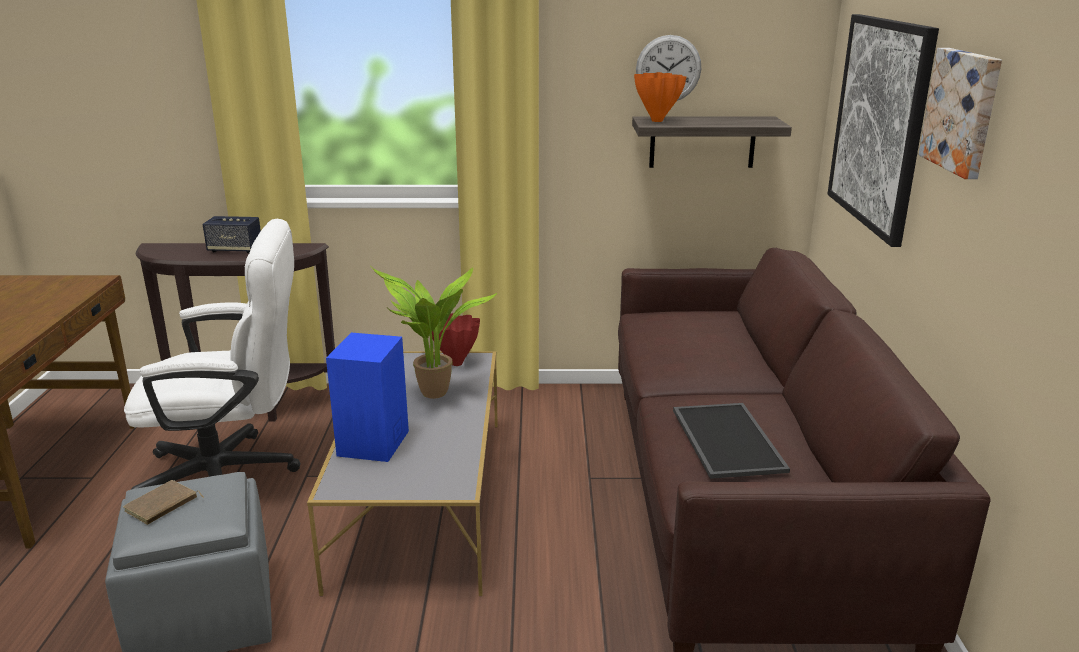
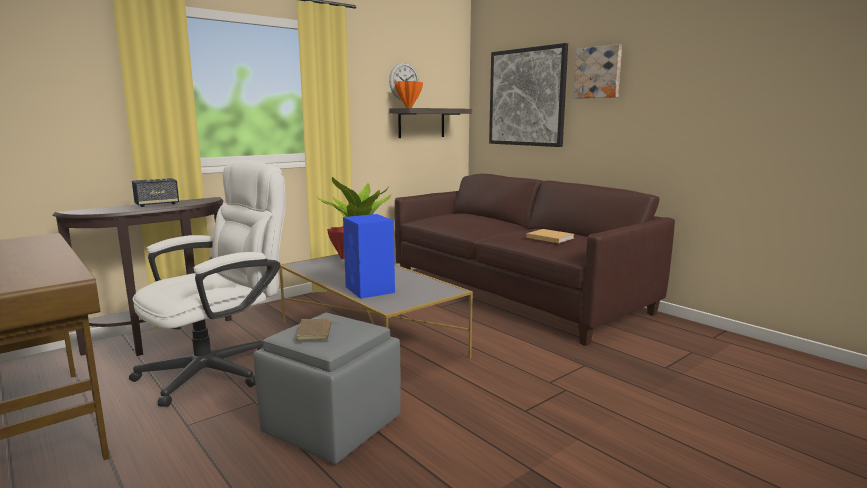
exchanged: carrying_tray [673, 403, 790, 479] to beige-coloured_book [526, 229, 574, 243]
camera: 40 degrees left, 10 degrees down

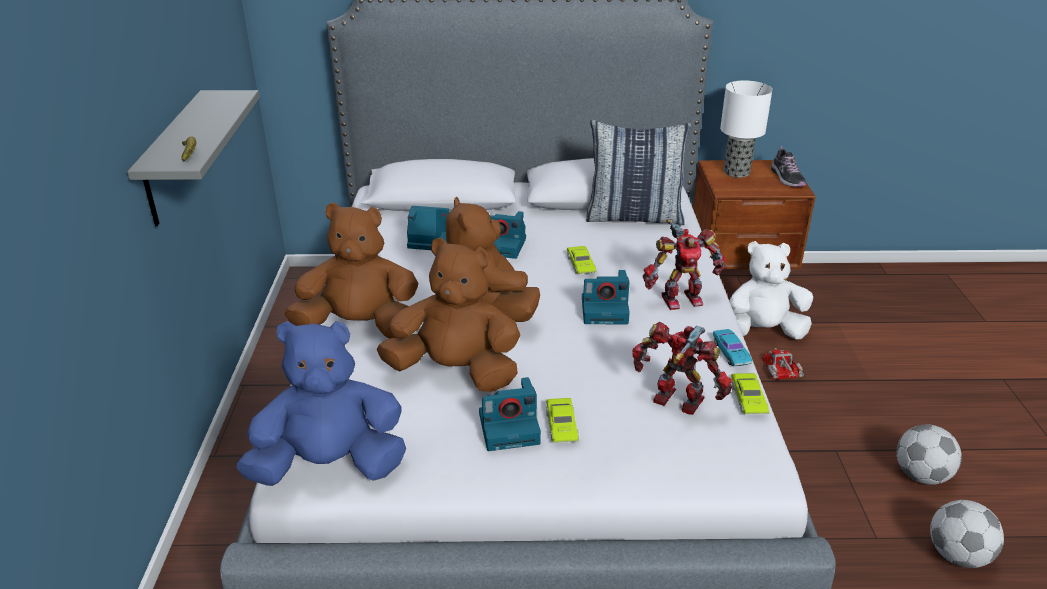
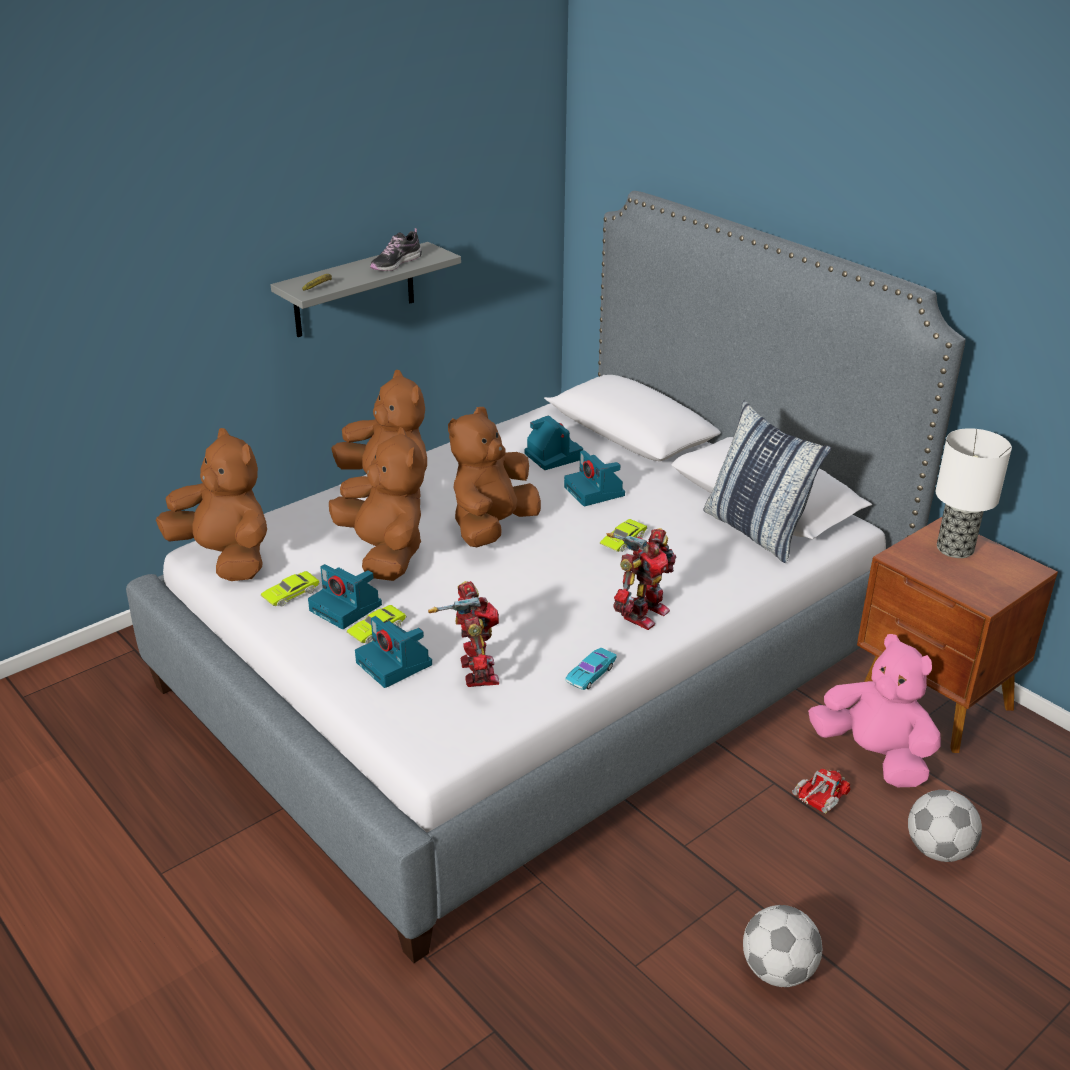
relocated: greenish_model_car [731, 373, 769, 414] to [261, 571, 320, 606]; photo_camera [582, 270, 630, 324] to [355, 616, 432, 688]; item_of_footwear [771, 146, 806, 187] to [370, 228, 422, 271]; football [930, 500, 1004, 568] to [908, 790, 982, 862]
colour: bluish_cuddly_toy [237, 321, 406, 486] to brown_cuddly_toy [156, 428, 267, 581]; white_cuddly_toy [729, 241, 813, 340] to pink-coloured_cuddly_toy [808, 634, 941, 787]
spun: model_robot [643, 219, 726, 310] = [606, 528, 677, 630] 90 degrees counterclockwise
camera: 50 degrees right, 0 degrees up

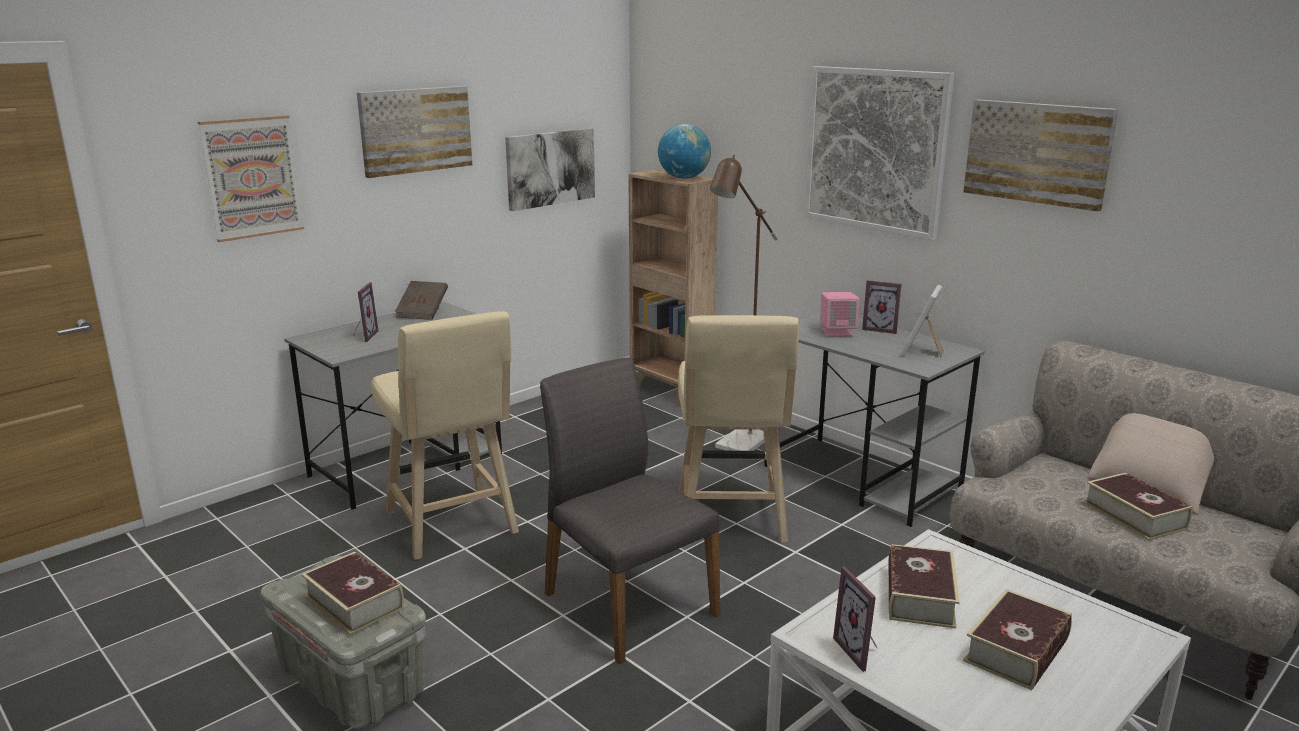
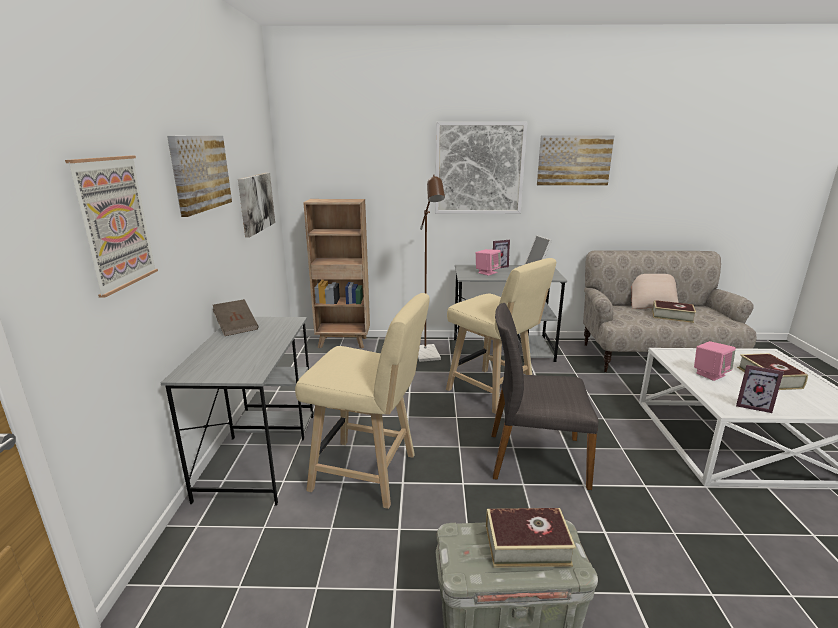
missing: standing_frame [353, 282, 378, 342]; world_globe [658, 124, 711, 179]
exchanged: book [889, 544, 960, 628] to pink-coloured_audio_speaker [694, 341, 736, 381]
camera: 45 degrees left, 0 degrees up

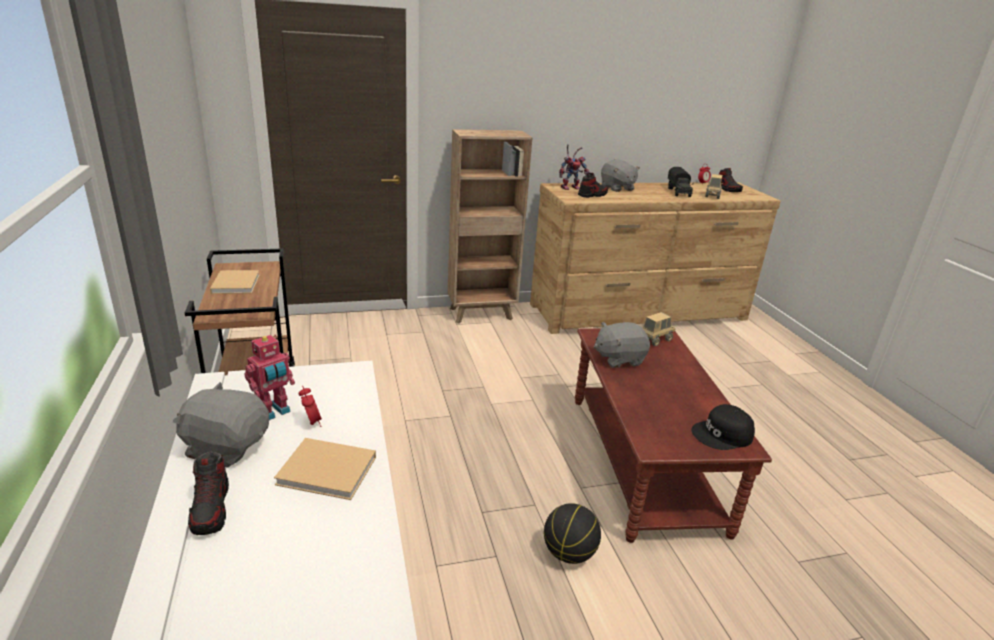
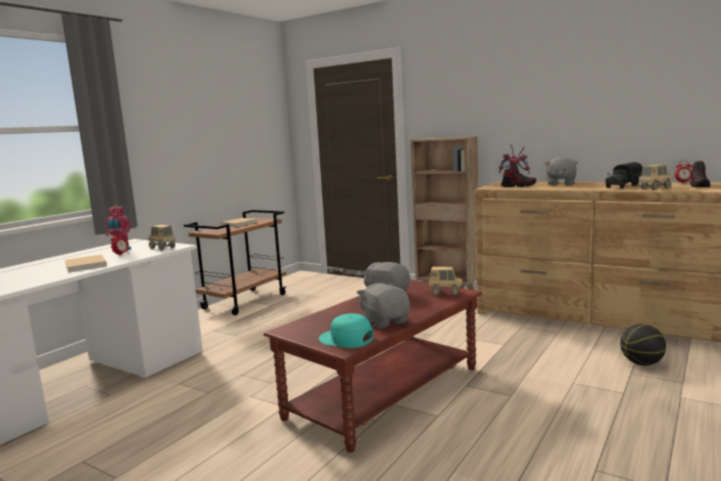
missing: item_of_footwear [188, 451, 229, 535]
appeared: model_truck [148, 225, 176, 250]
relocated: grey_cuddly_toy [173, 382, 269, 468] to [357, 283, 410, 329]; ball_for_basketball [544, 503, 601, 564] to [620, 324, 666, 366]
colour: black_cap [691, 404, 755, 450] to turquoise-coloured_cap [319, 314, 374, 348]
camera: 50 degrees right, 15 degrees down

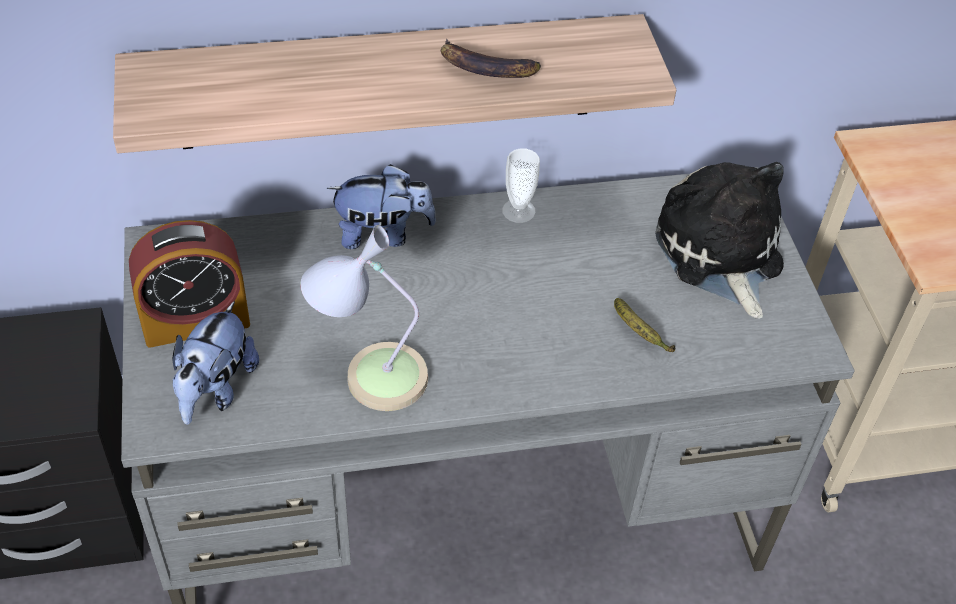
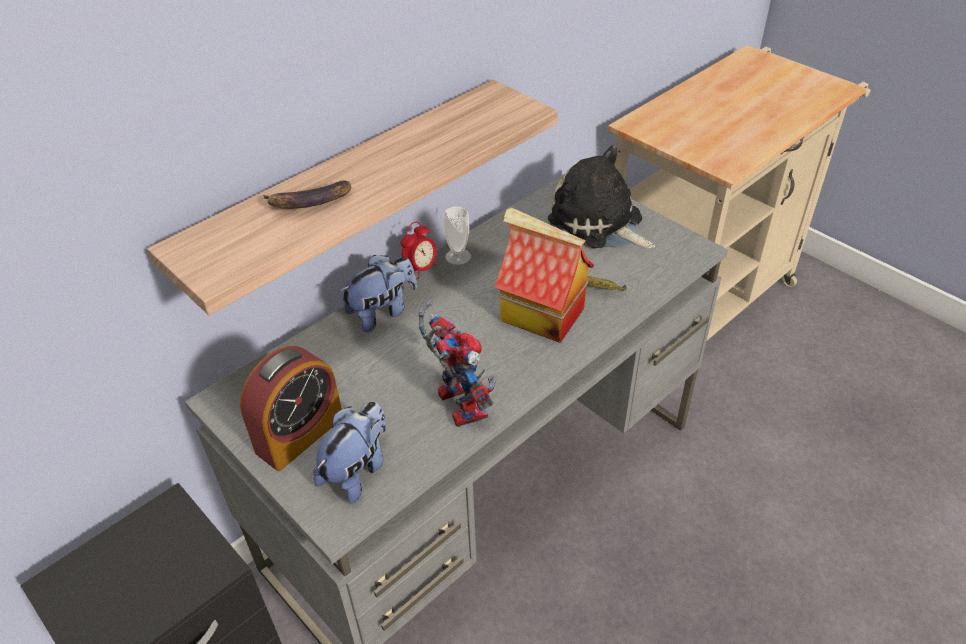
appeared: alarm_clock [401, 221, 436, 279]; miniature_house [495, 208, 594, 343]
relocated: banana [441, 39, 541, 78] to [263, 181, 351, 209]
exchanged: lamp_for_a_table [301, 225, 428, 411] to model_robot [418, 300, 496, 427]
spun: cuddly_toy [172, 301, 259, 425] = [313, 401, 387, 504] 135 degrees counterclockwise
camera: 30 degrees left, 5 degrees down

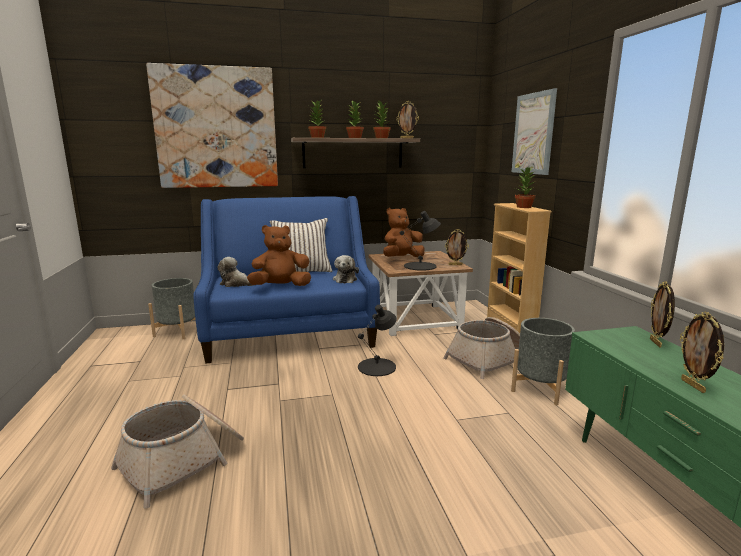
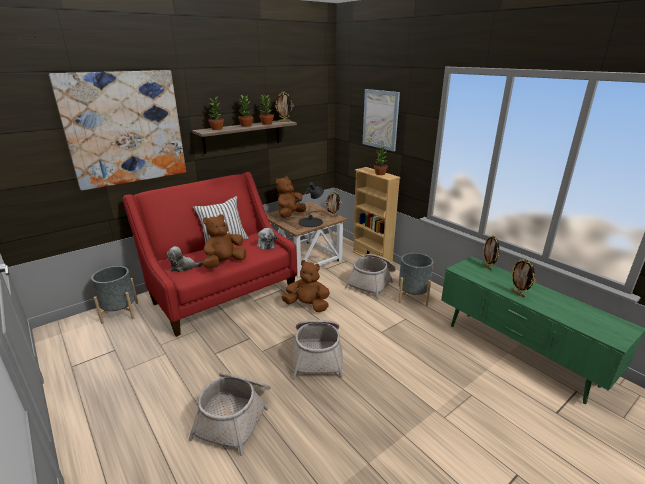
appeared: household_basket [292, 320, 343, 379]
exchanged: black_lamp_for_a_table [358, 305, 397, 376] to brown_cuddly_toy [282, 260, 330, 312]
colour: bluish_couch [193, 196, 380, 363] to red-coloured_couch [123, 172, 297, 337]
camera: 25 degrees left, 10 degrees up

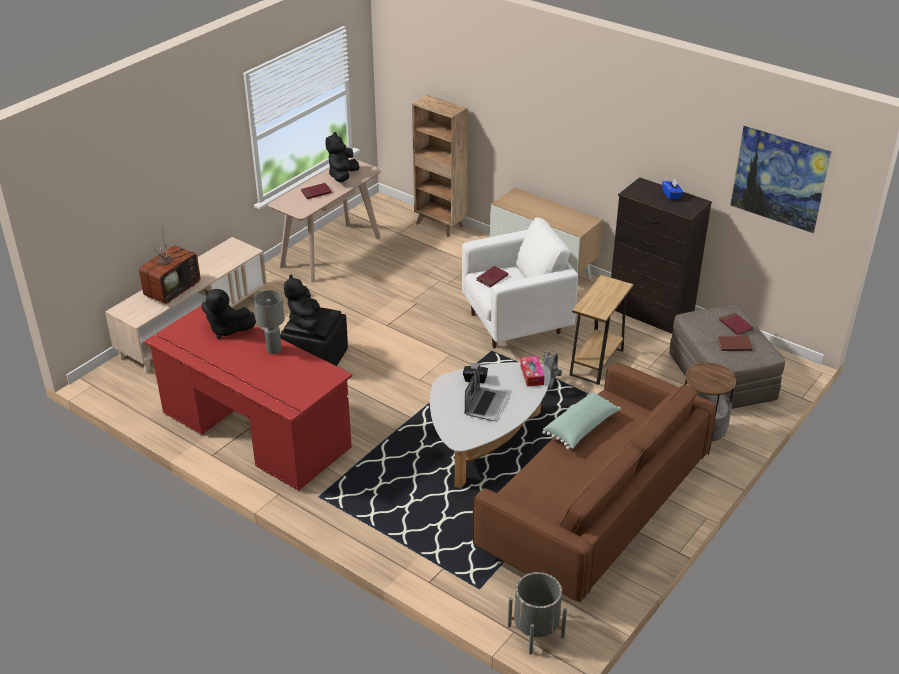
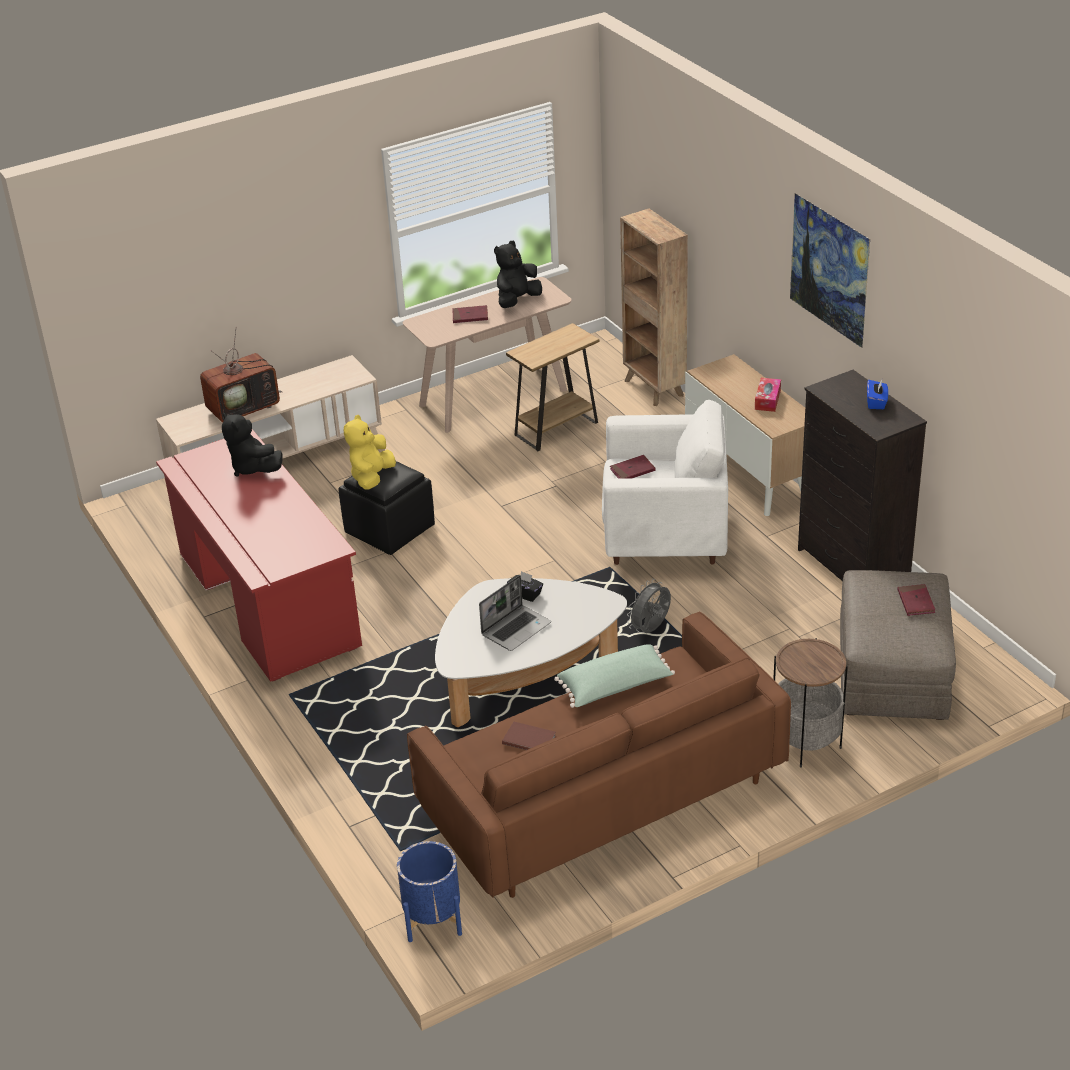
missing: grey_lamp_for_a_table [254, 290, 285, 354]
relocated: brown_book [717, 336, 753, 351] to [502, 721, 556, 750]; brown_end_table [570, 275, 633, 385] to [506, 323, 599, 451]; box_of_tissues [520, 356, 544, 387] to [755, 378, 781, 412]; picture [730, 126, 832, 233] to [790, 193, 870, 348]
colour: black_cuddly_toy [284, 275, 320, 330] to yellow-coloured_cuddly_toy [344, 415, 396, 490]; grey_plant_pot [508, 572, 567, 654] to bluish_plant_pot [397, 841, 462, 942]
camera: 25 degrees right, 0 degrees up

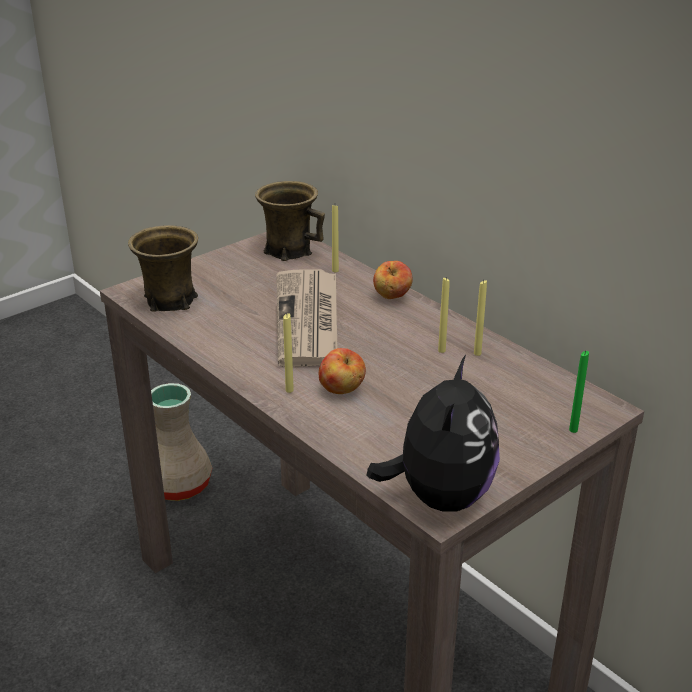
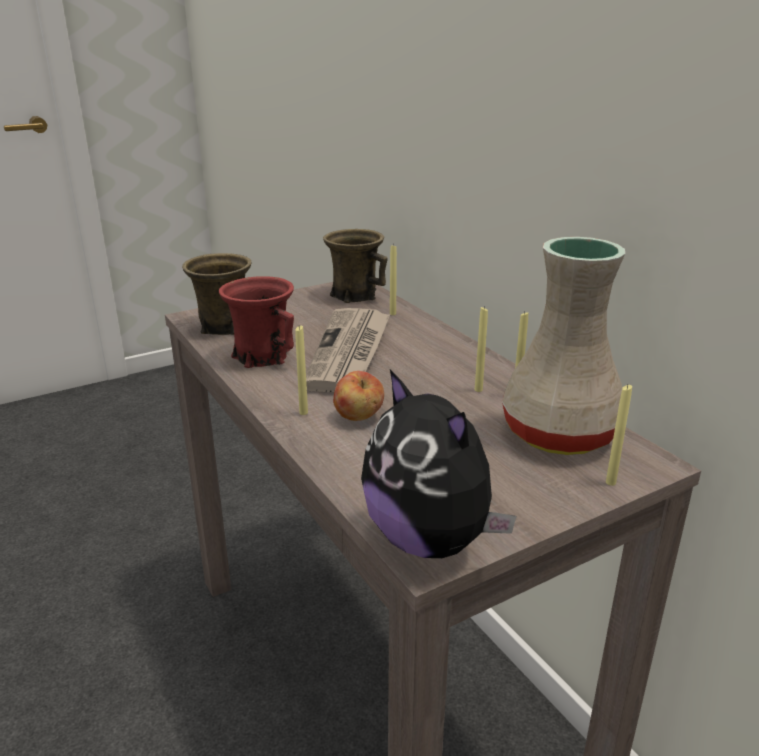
missing: apple [373, 261, 413, 299]
appeared: red-coloured_mug [219, 276, 294, 368]
relocated: beige-coloured_vase [151, 383, 212, 501] to [502, 237, 625, 455]
colour: greenish_wax_light [569, 351, 589, 433] to yellow-coloured_wax_light [606, 385, 632, 486]
spun: cuddly_toy [366, 355, 500, 512] = [361, 369, 517, 558] 120 degrees clockwise
camera: 10 degrees right, 5 degrees down

